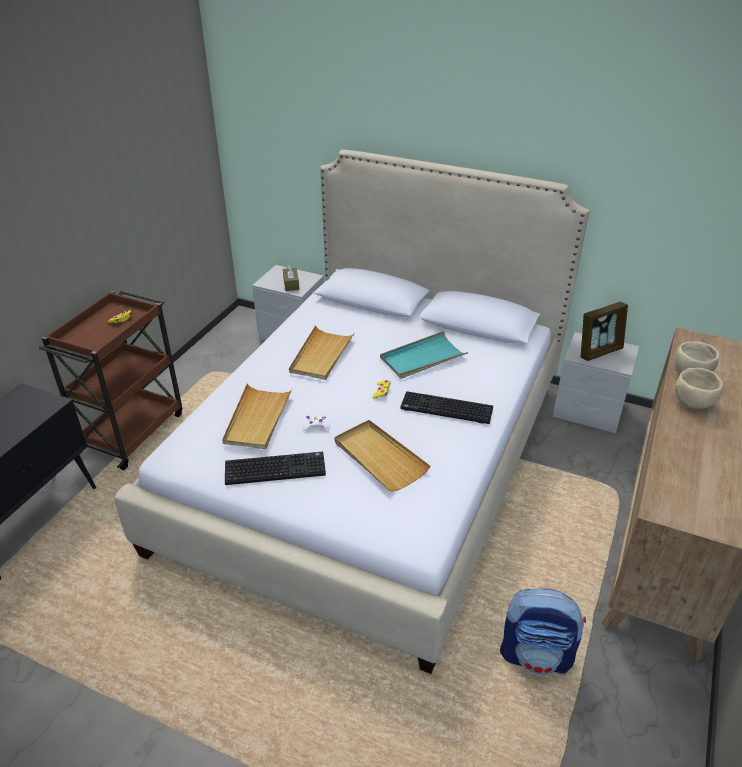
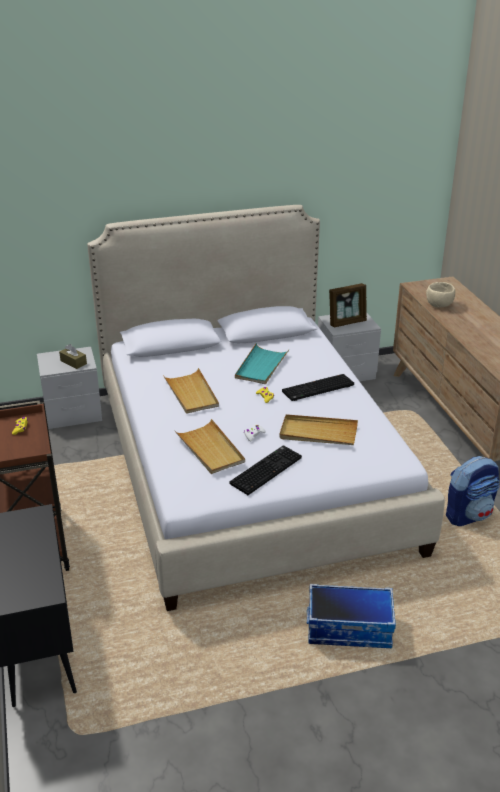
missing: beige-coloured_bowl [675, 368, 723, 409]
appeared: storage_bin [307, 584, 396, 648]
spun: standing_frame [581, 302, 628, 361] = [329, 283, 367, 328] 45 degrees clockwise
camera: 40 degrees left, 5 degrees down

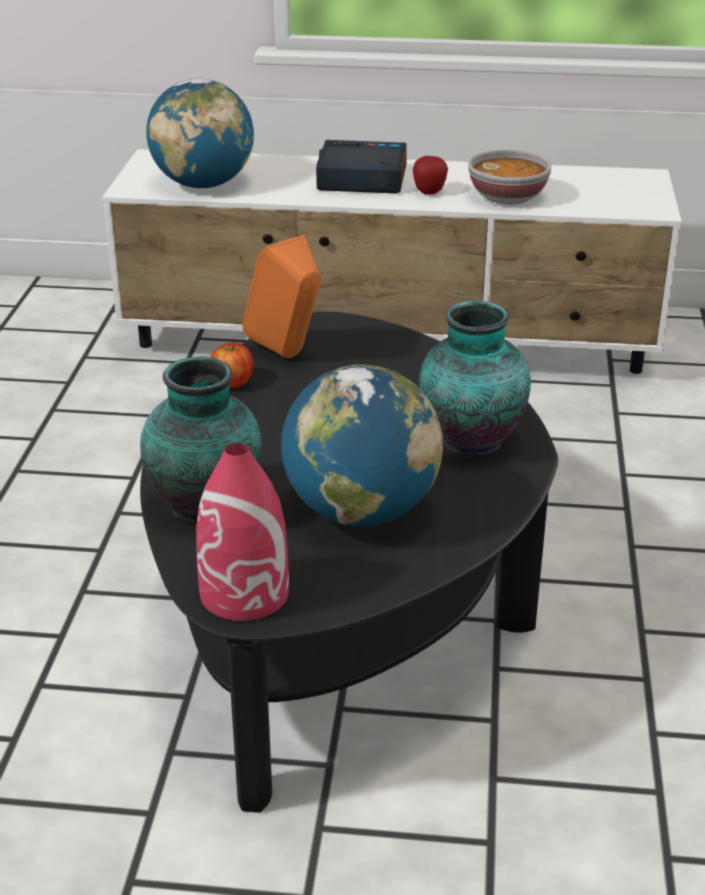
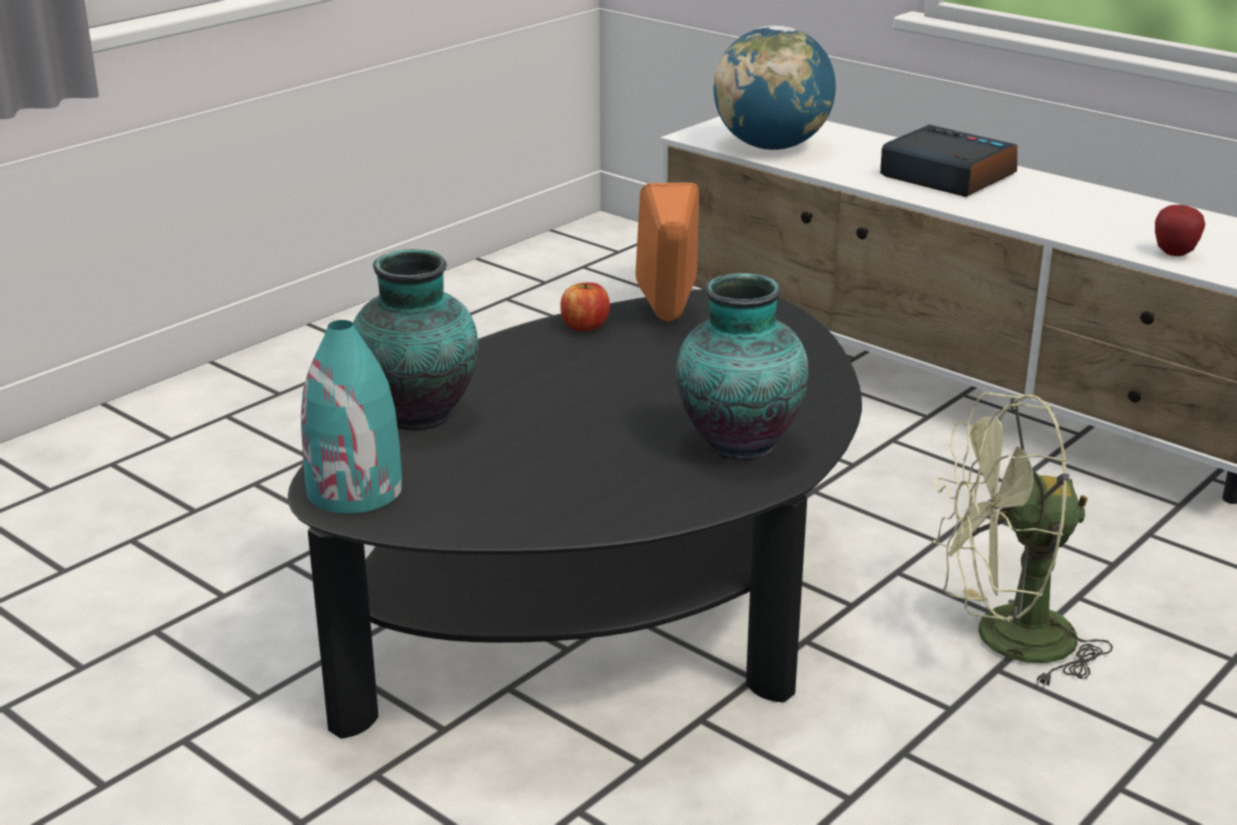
missing: world_globe [281, 365, 443, 526]; bowl [468, 150, 551, 205]
appeared: greenish_electric_fan [933, 392, 1113, 688]
relocated: apple [413, 156, 448, 195] to [1155, 205, 1205, 256]
colour: red-coloured_vase [196, 443, 289, 621] to turquoise-coloured_vase [301, 320, 402, 514]
camera: 35 degrees right, 5 degrees down

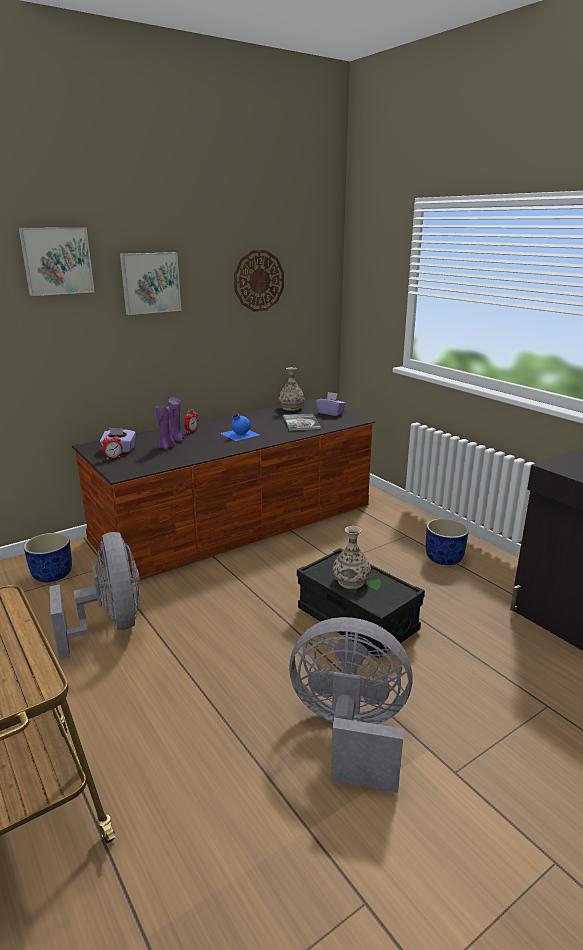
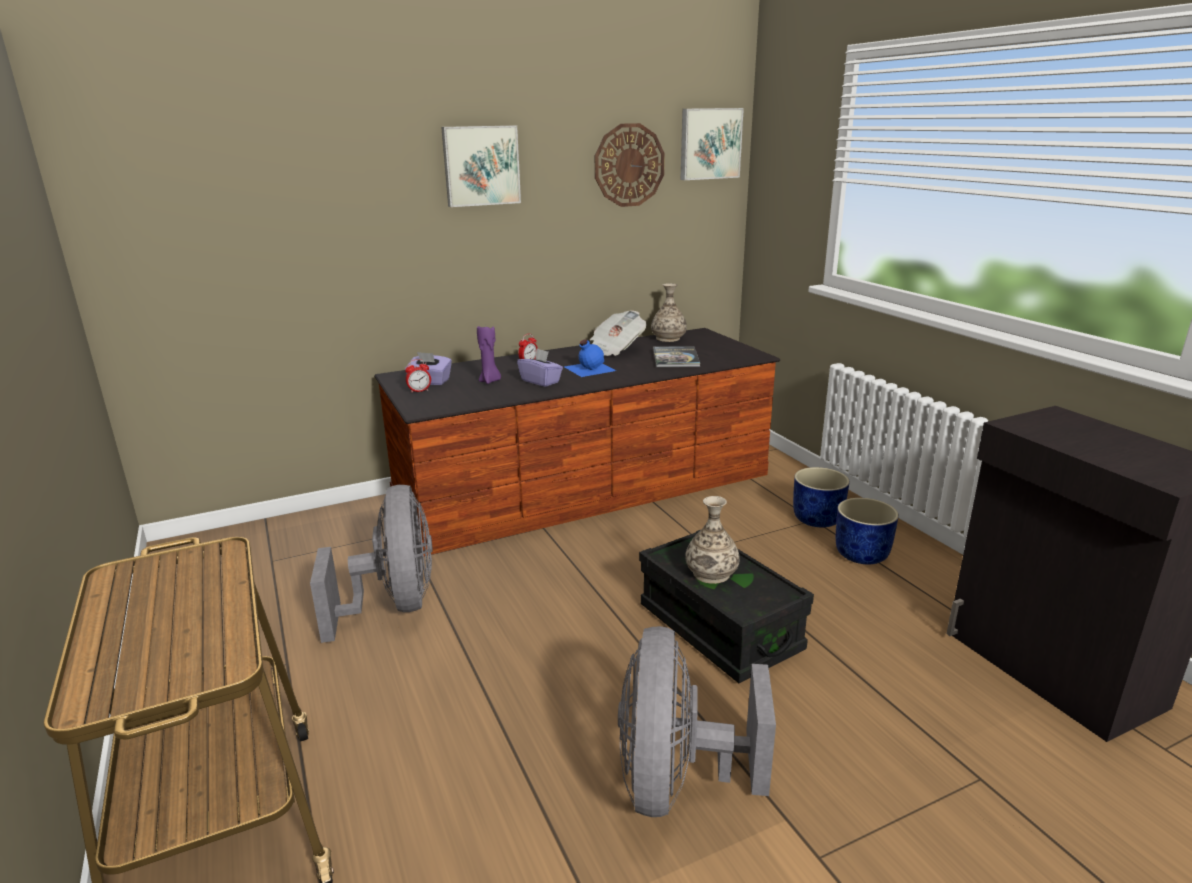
missing: purple-coloured_wax_light [168, 397, 184, 441]
appeared: printed_paper [590, 310, 646, 356]
relocated: purple-coloured_box_of_tissues [316, 392, 346, 416] to [517, 349, 563, 387]; picture [19, 227, 94, 296] to [680, 108, 744, 180]; bluish_plant_pot [24, 533, 72, 582] to [793, 467, 850, 527]
spun: grey_electric_fan [289, 617, 413, 793] = [618, 626, 776, 817] 105 degrees counterclockwise
camera: 10 degrees right, 0 degrees up

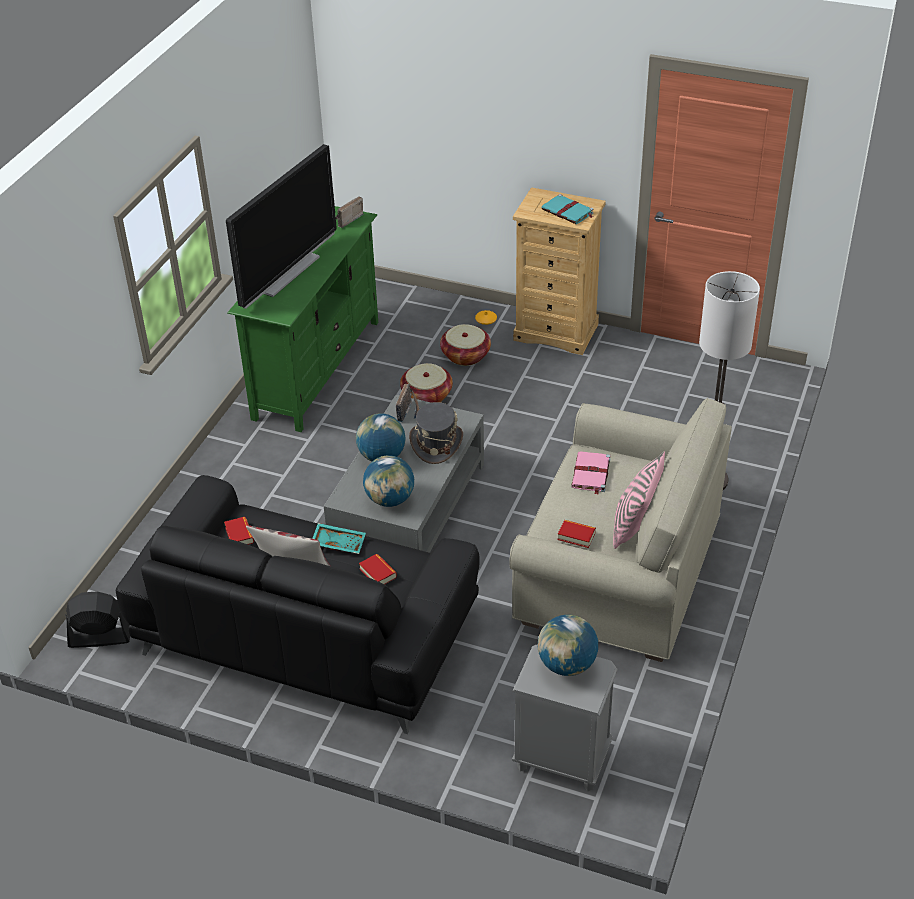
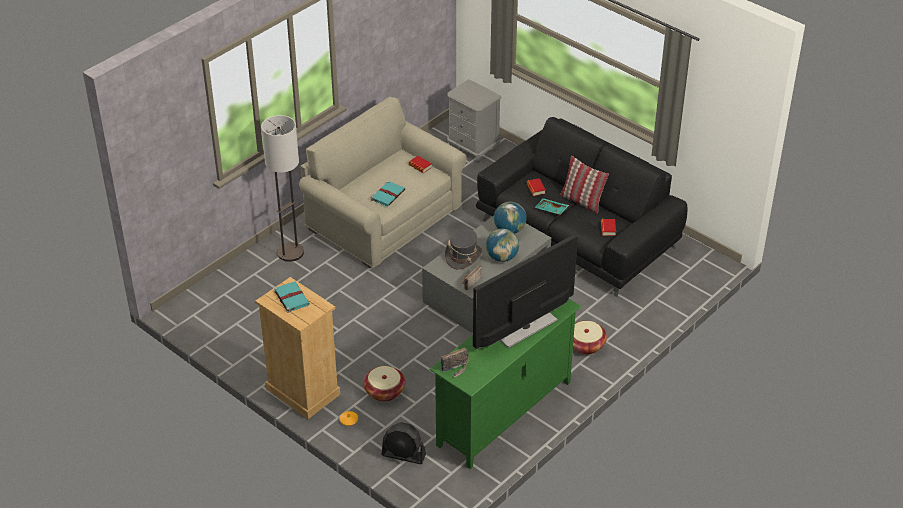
missing: world_globe [538, 615, 598, 676]; pink-coloured_pillow [613, 452, 665, 549]
relocated: black_electric_fan [65, 591, 130, 648] to [381, 422, 426, 464]; household_basket [400, 363, 453, 403] to [573, 321, 607, 355]
colour: pink-coloured_book [571, 451, 611, 494] to turquoise-coloured_book [371, 181, 405, 207]
camera: 160 degrees left, 0 degrees up

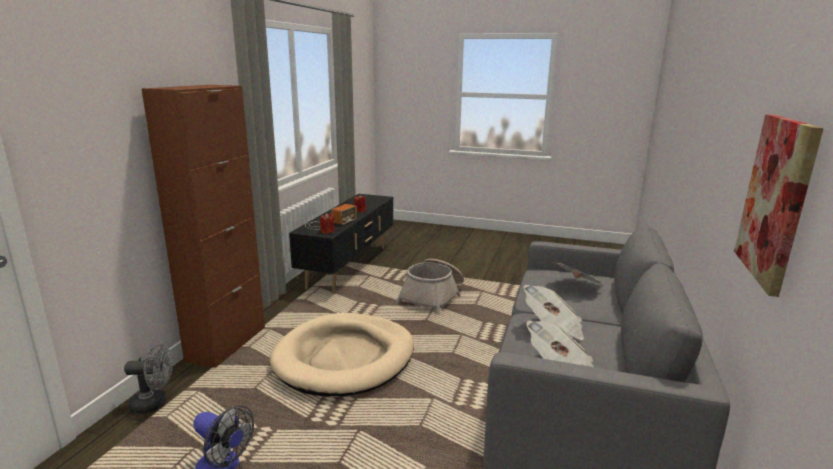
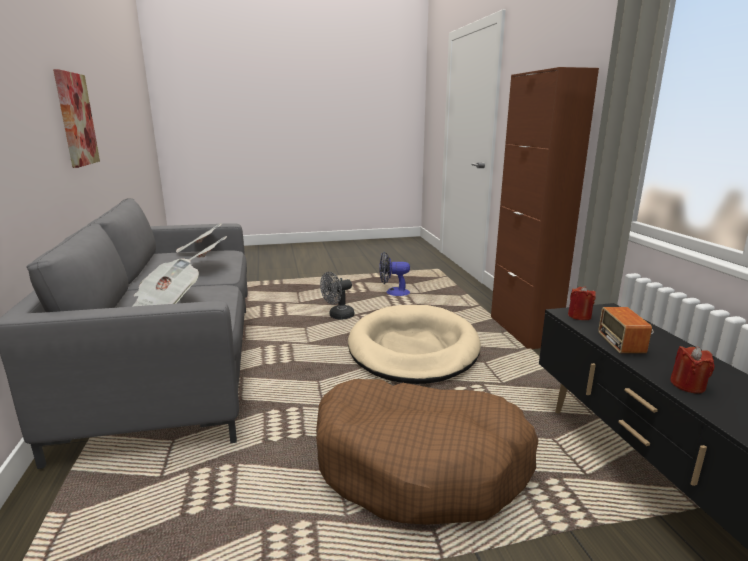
relocated: grey_electric_fan [124, 344, 173, 414] to [320, 272, 355, 320]
exchanged: household_basket [396, 259, 464, 315] to brown_dog_cushion [316, 379, 538, 525]
camera: 150 degrees right, 0 degrees up

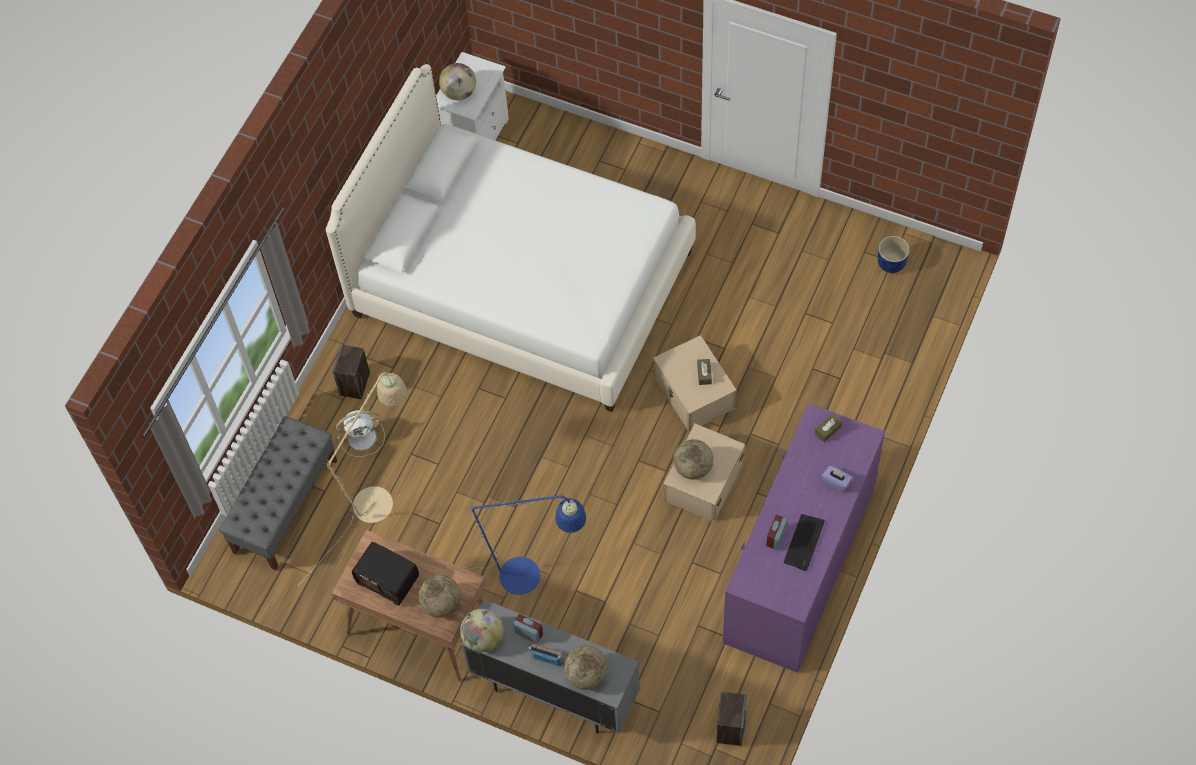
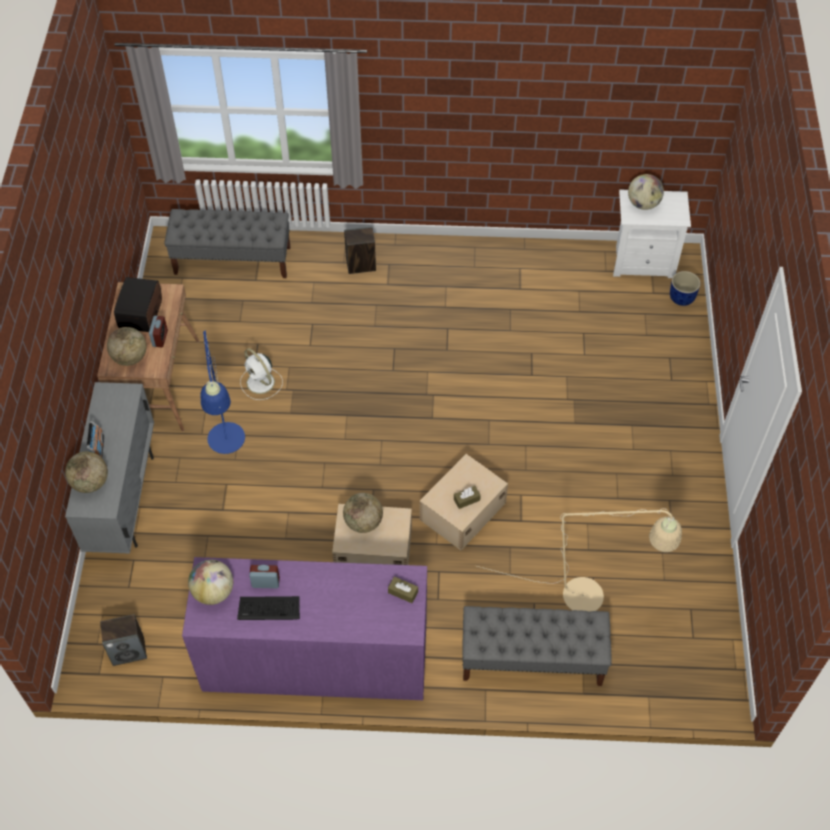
missing: white_bedroom_bed [326, 64, 696, 412]; purple-coloured_box_of_tissues [822, 466, 852, 492]
appeared: grey_indoor_bench [462, 606, 612, 686]
relocated: alarm_clock [513, 614, 543, 644] to [149, 316, 168, 347]; world_globe [460, 609, 503, 652] to [188, 560, 233, 605]; white_electric_fan [336, 409, 385, 457] to [240, 348, 283, 400]; beige-coloured_standing_lamp [298, 372, 407, 586] to [477, 508, 682, 611]; bluish_plant_pot [878, 236, 910, 273] to [670, 271, 701, 306]
camera: 65 degrees right, 5 degrees down

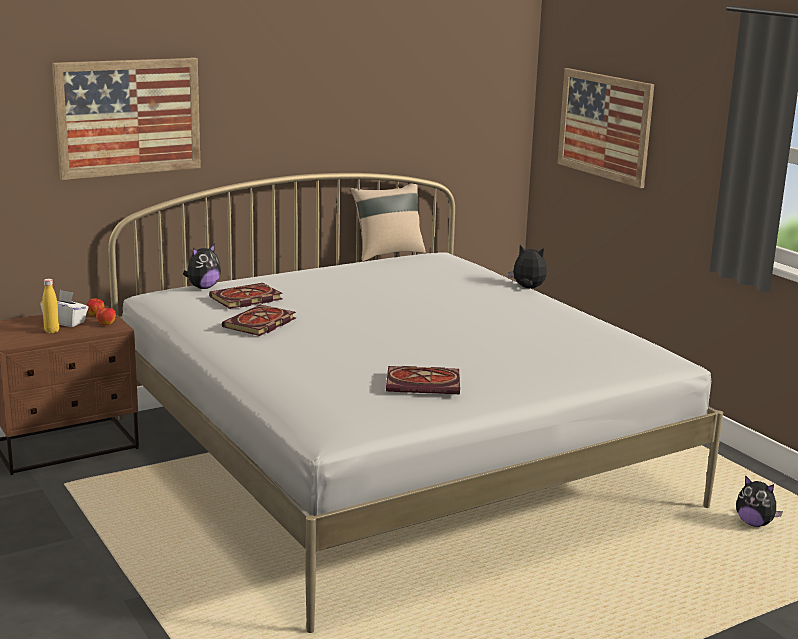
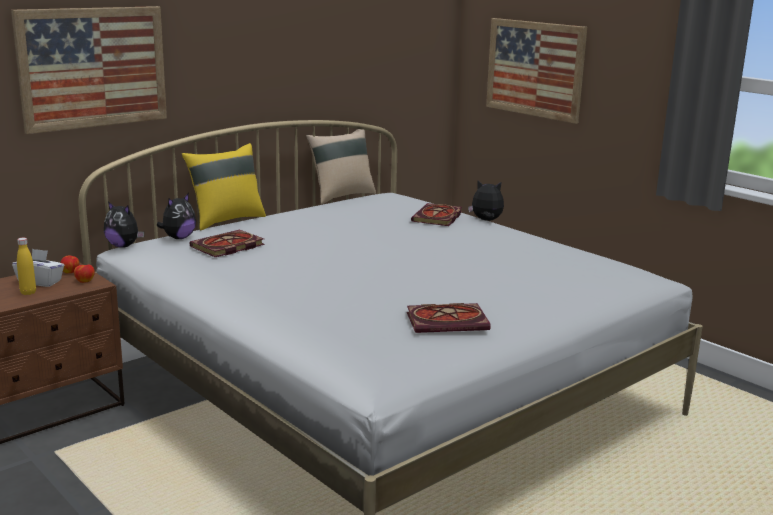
appeared: yellow-coloured_pillow [182, 143, 266, 230]
relocated: cuddly_toy [736, 475, 783, 527] to [104, 202, 144, 248]; book [222, 305, 296, 336] to [411, 203, 462, 226]
camera: 10 degrees left, 0 degrees up

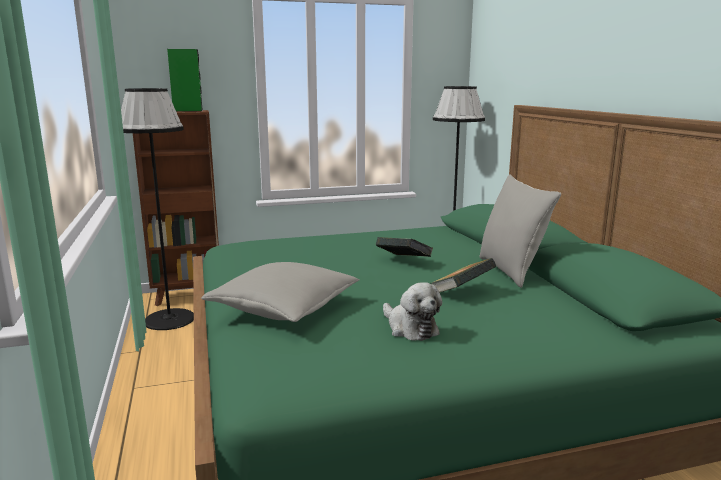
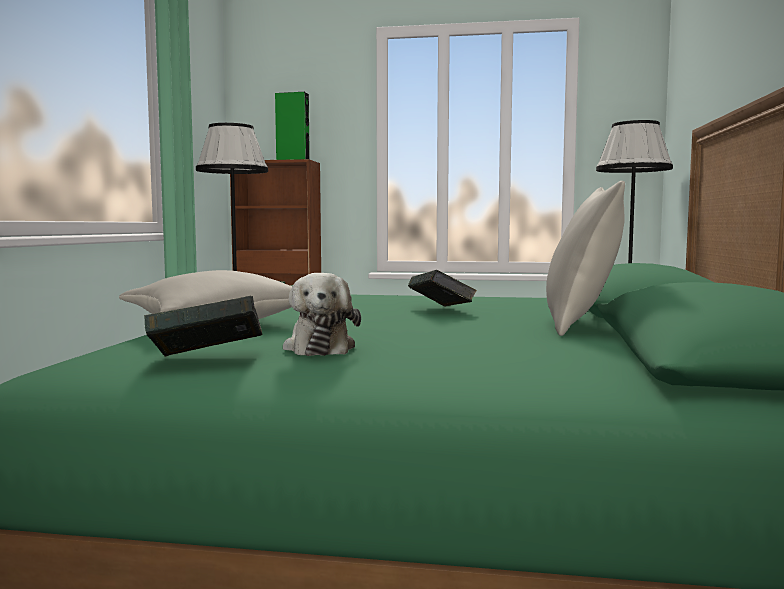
relocated: book [430, 258, 496, 293] to [144, 296, 263, 357]
camera: 25 degrees right, 10 degrees down

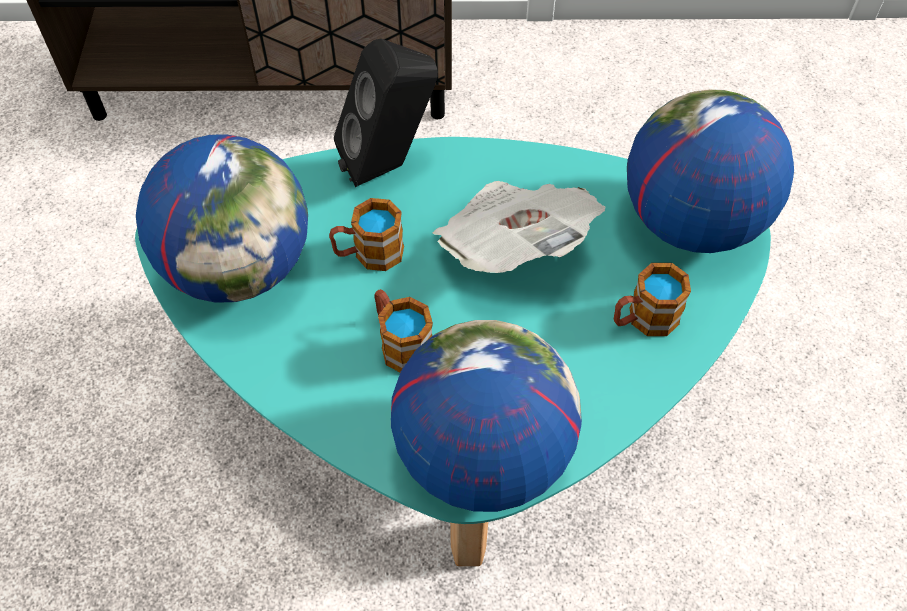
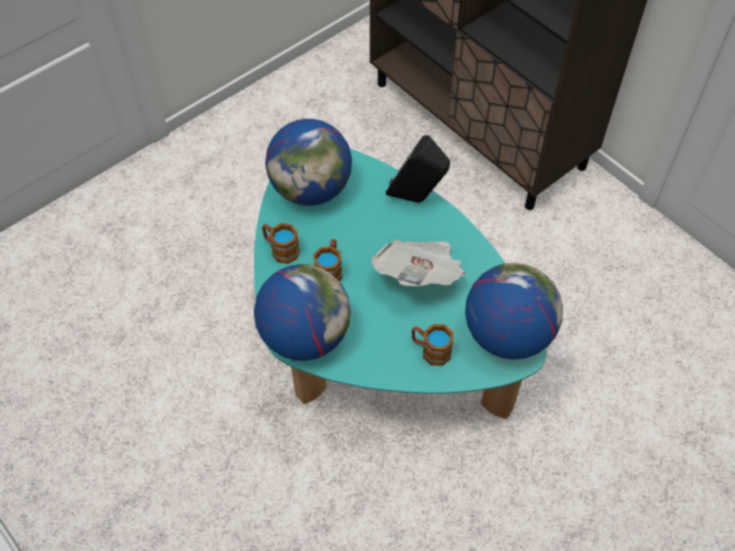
relocated: mug [329, 198, 404, 271] to [262, 223, 300, 264]
camera: 50 degrees right, 0 degrees up

